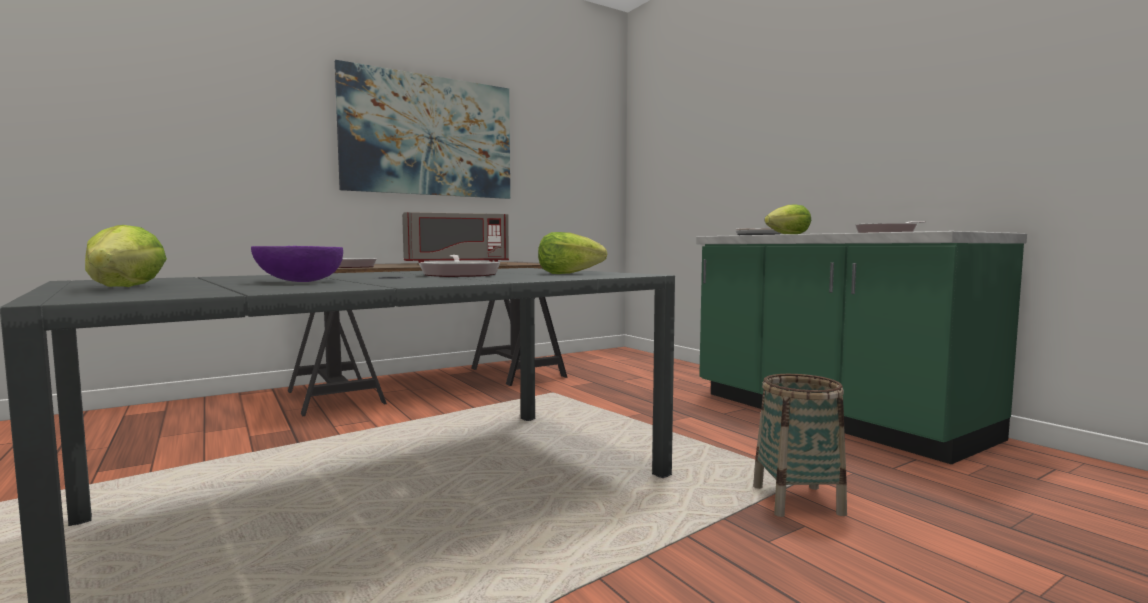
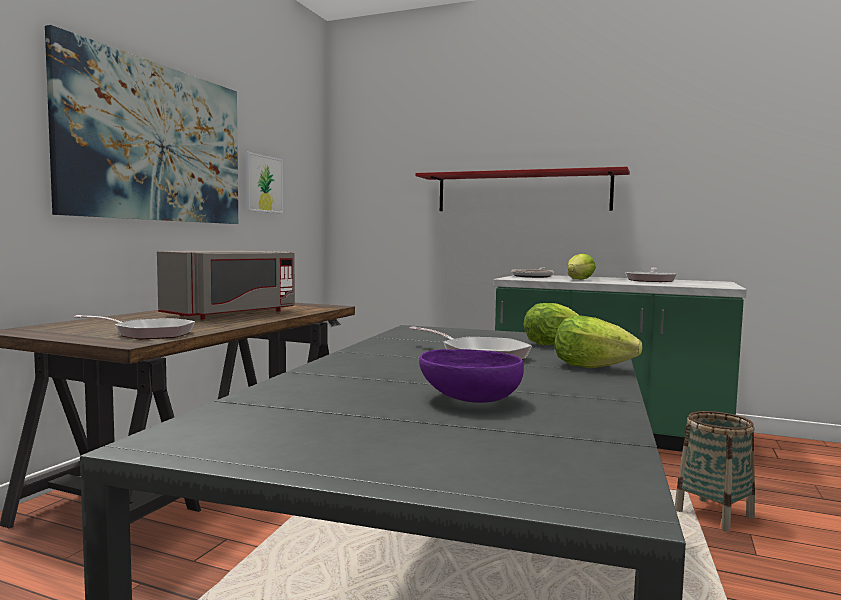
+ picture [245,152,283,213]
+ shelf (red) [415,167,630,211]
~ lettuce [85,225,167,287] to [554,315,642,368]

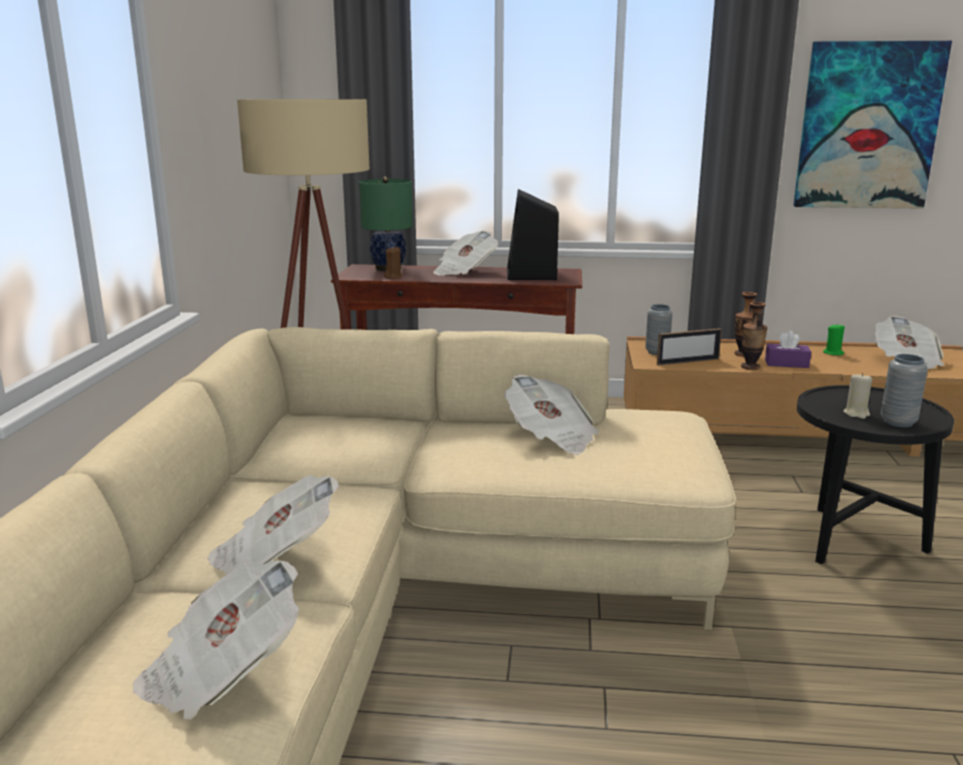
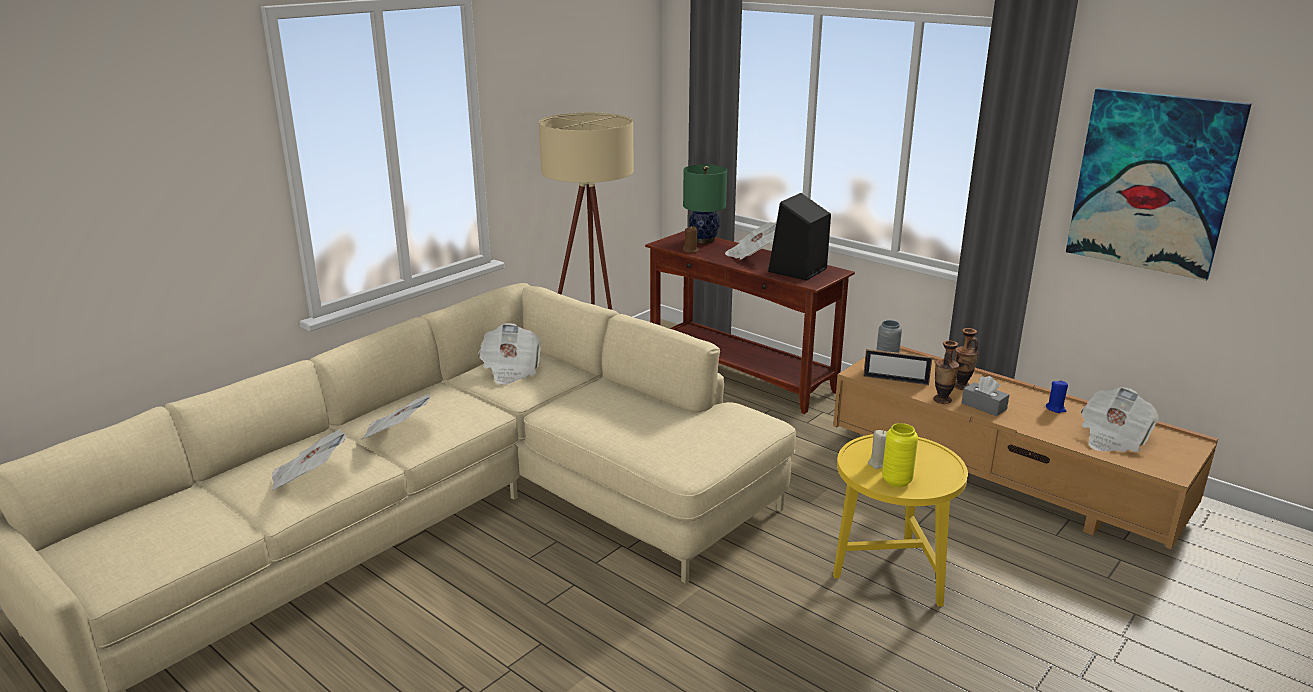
~ newspaper [505,375,599,455] to [478,323,542,385]
~ tissue box (purple) [765,331,811,368] to tissue box (grey) [962,376,1009,416]
~ side table (black) [797,385,954,564] to side table (yellow) [833,434,968,606]
~ candle (green) [823,323,845,356] to candle (blue) [1046,381,1068,413]
~ vase (grey) [881,354,928,427] to vase (yellow) [882,423,918,487]

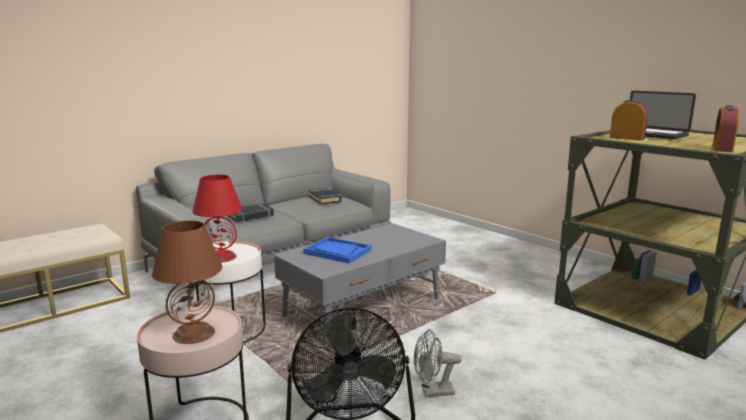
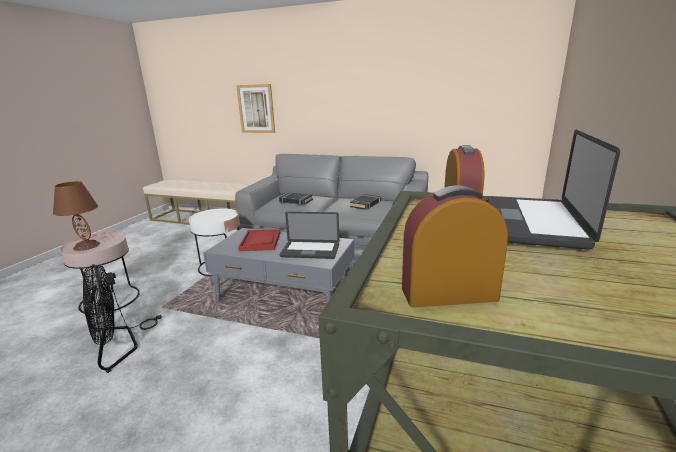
- table lamp (red) [192,175,242,263]
- fan (grey) [414,329,461,397]
+ picture [236,84,275,133]
+ laptop [280,212,339,259]
~ tray (blue) [303,237,372,263] to tray (red) [238,229,280,251]

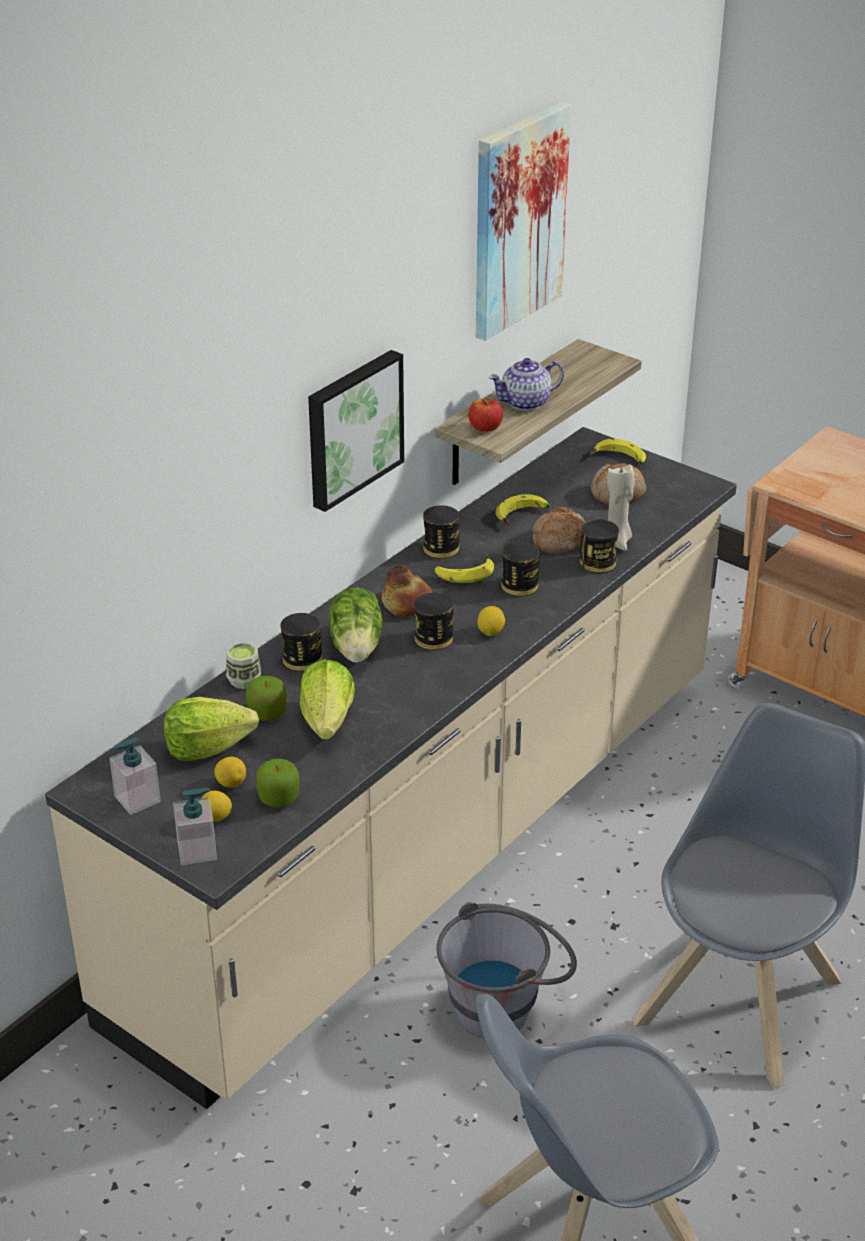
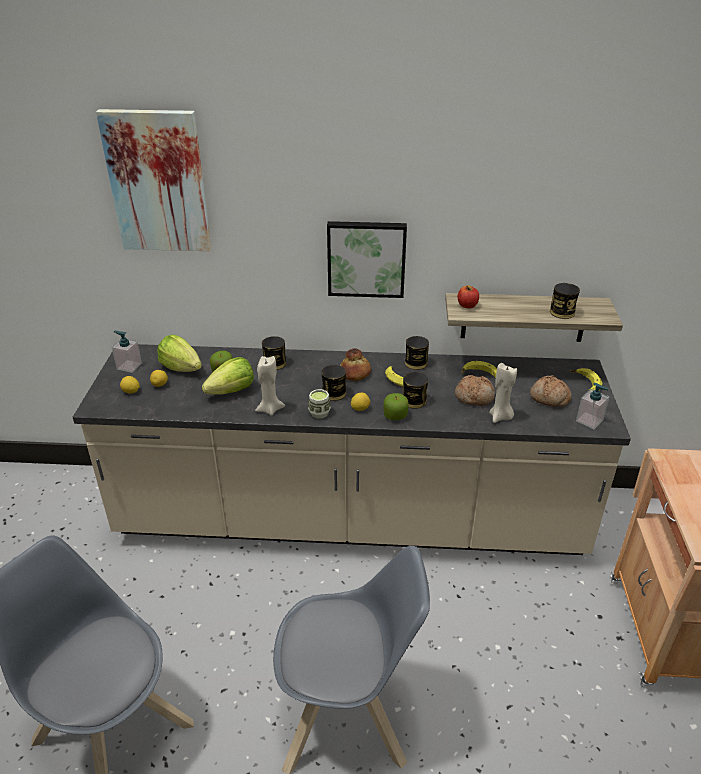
- lettuce [329,588,383,663]
- bucket (grey) [436,902,577,1038]
- teapot [489,358,564,411]
+ candle (beige) [255,356,285,416]
~ soap dispenser [173,788,217,865] to [576,383,609,429]
~ cup [226,642,261,689] to [308,389,331,419]
~ apple [256,758,300,807] to [384,393,409,420]
~ picture [476,102,571,341] to [96,109,211,251]
~ can [580,519,619,573] to [550,283,580,319]

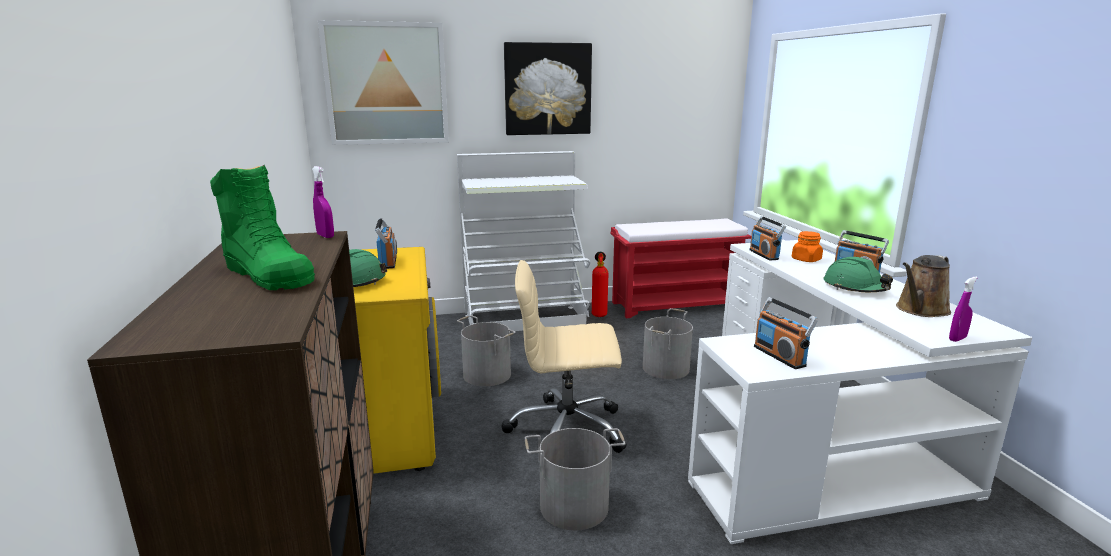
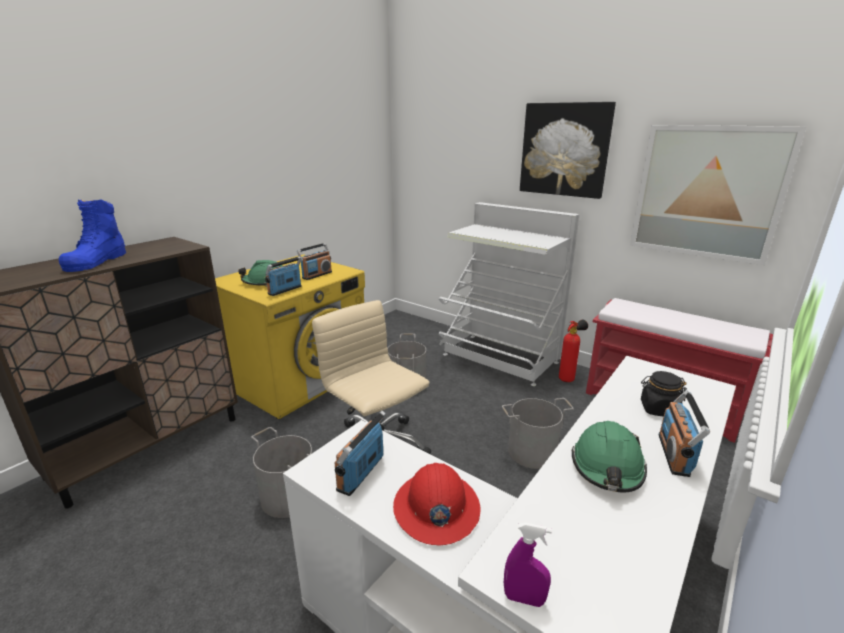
- spray bottle (purple) [312,166,334,238]
- watering can (brown) [896,255,951,317]
+ hard hat (red) [393,463,480,546]
~ picture [318,20,449,145] to [630,125,807,265]
~ radio [749,216,786,260] to [265,257,302,296]
~ boot (green) [210,165,315,290] to boot (blue) [59,199,126,272]
~ jar (orange) [792,231,823,262] to jar (black) [641,371,687,417]

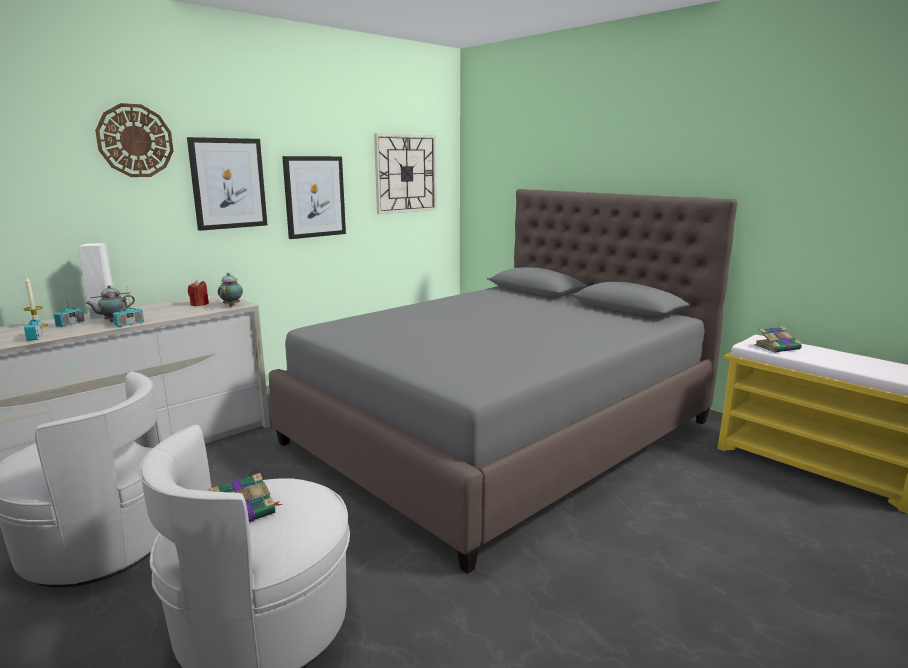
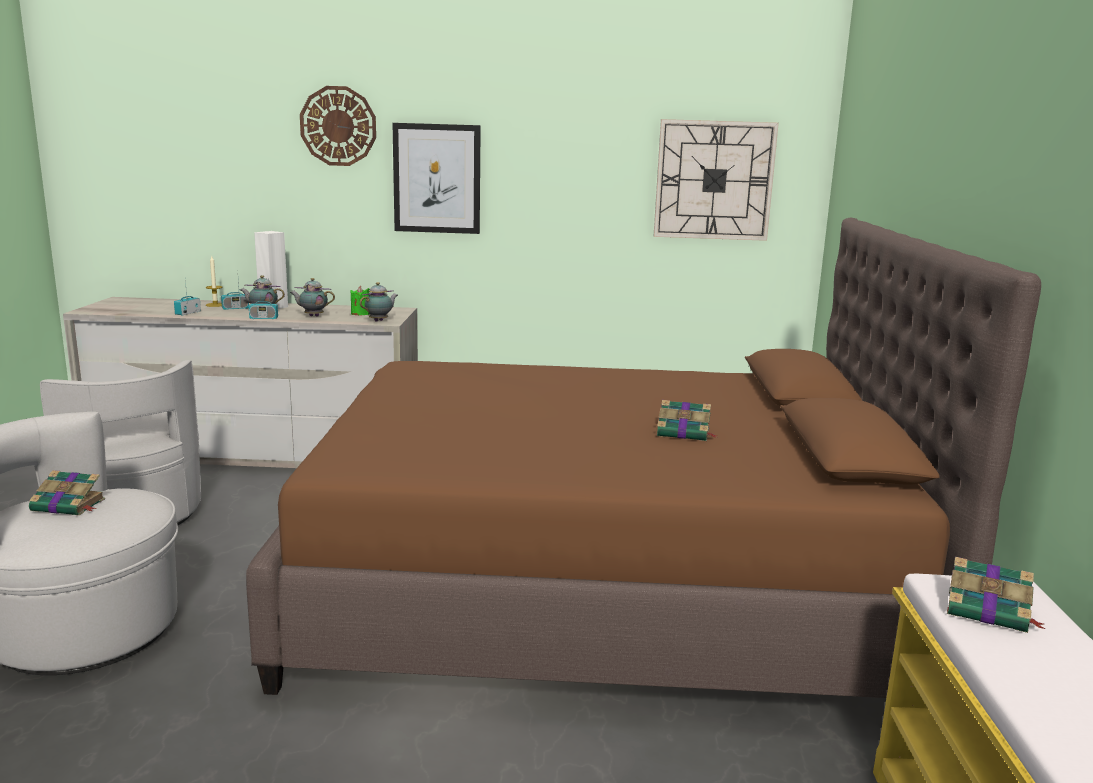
- picture [282,156,346,239]
+ teapot [290,278,335,317]
+ book [657,400,718,441]
~ candle (red) [188,280,209,306] to candle (green) [351,286,370,315]
~ bed (grey) [269,189,737,574] to bed (brown) [246,218,1041,698]

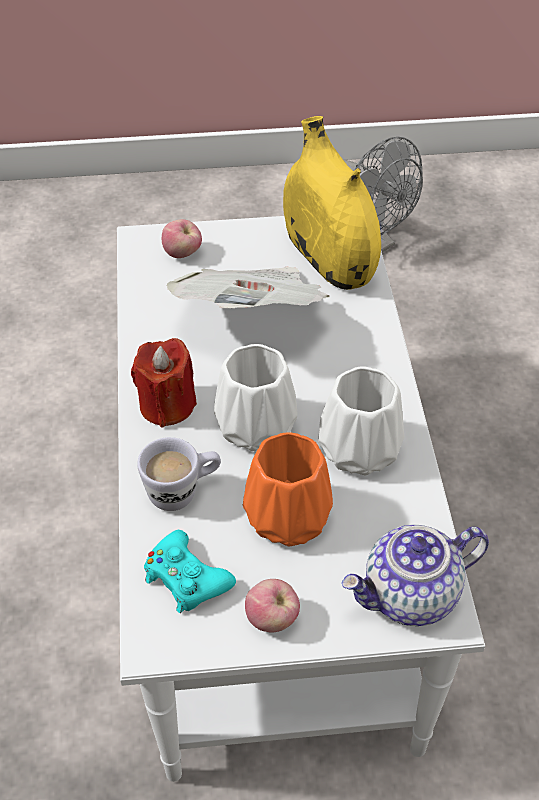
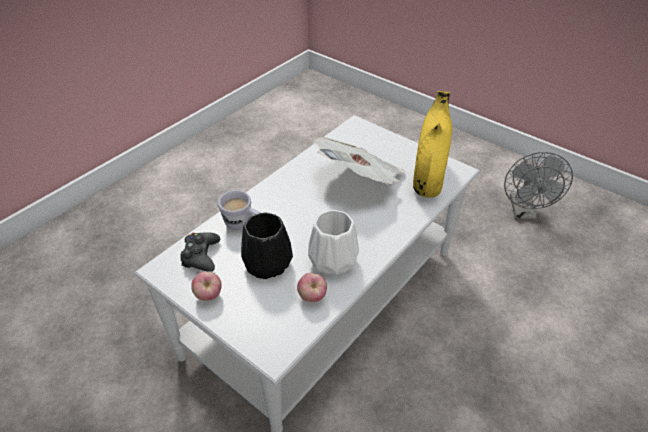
- candle (red) [131,338,197,428]
- vase (white) [214,344,297,451]
- teapot [341,525,489,626]
~ apple [162,219,202,258] to [297,273,327,302]
~ game controller (turquoise) [144,530,236,613] to game controller (black) [180,232,220,272]
~ vase (orange) [243,432,333,547] to vase (black) [241,213,293,279]

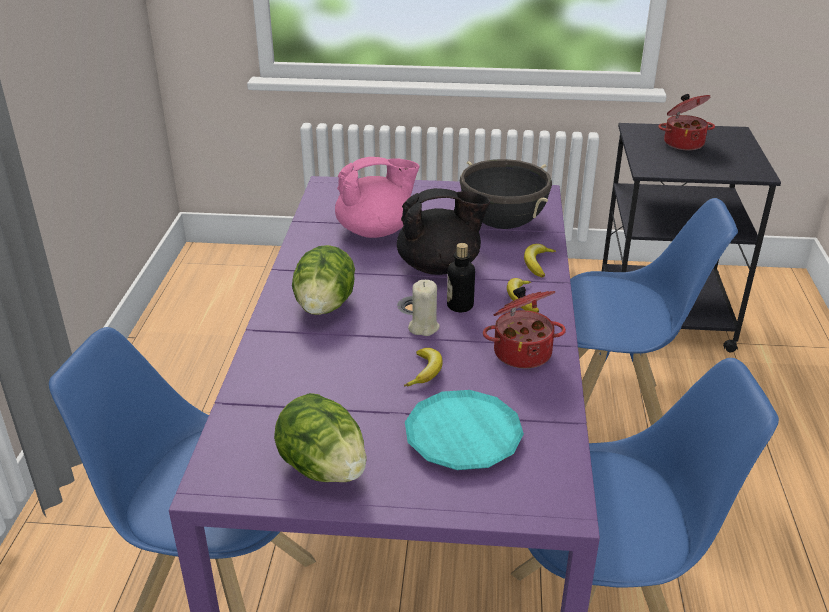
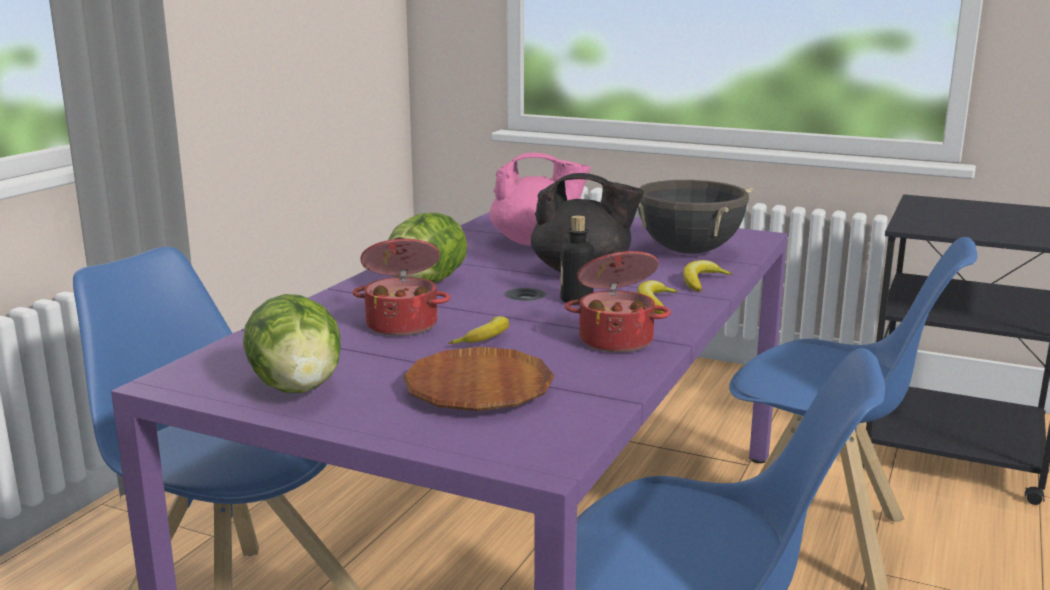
- candle (beige) [408,280,440,336]
~ cooking pot [658,94,715,150] to [352,237,450,336]
~ plate (turquoise) [405,390,524,470] to plate (brown) [403,347,555,411]

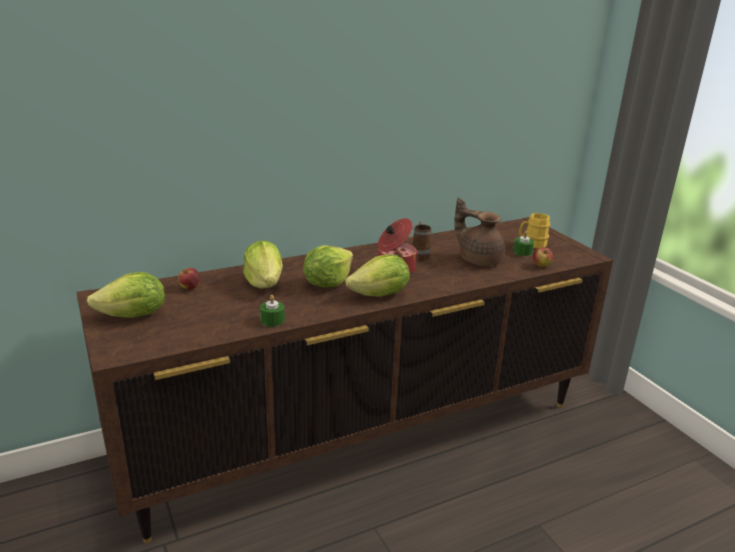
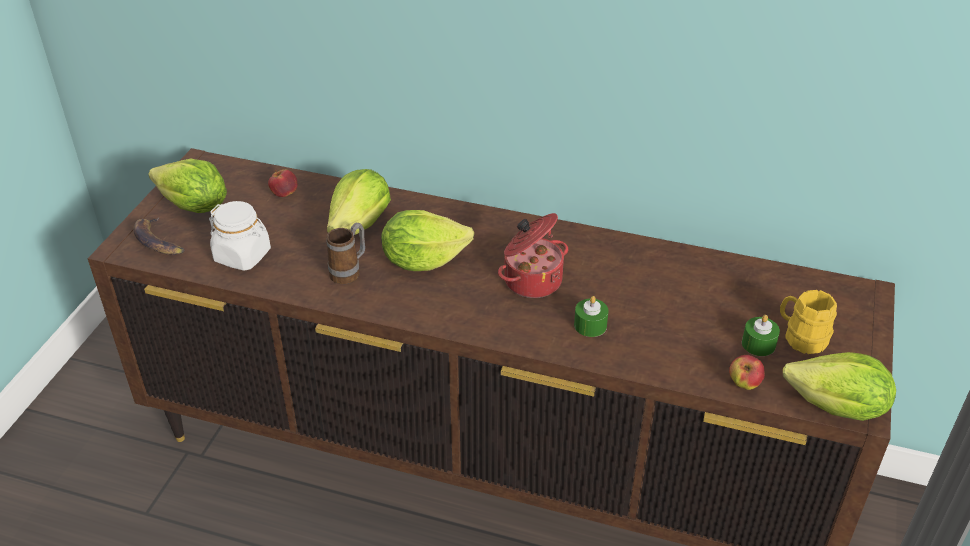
- teapot (brown) [454,197,505,266]
+ banana [133,217,185,255]
+ jar (white) [209,201,271,271]
~ candle (green) [260,295,285,327] to [574,296,609,337]
~ lettuce [345,254,410,297] to [783,352,896,421]
~ mug [412,221,431,261] to [326,222,365,284]

